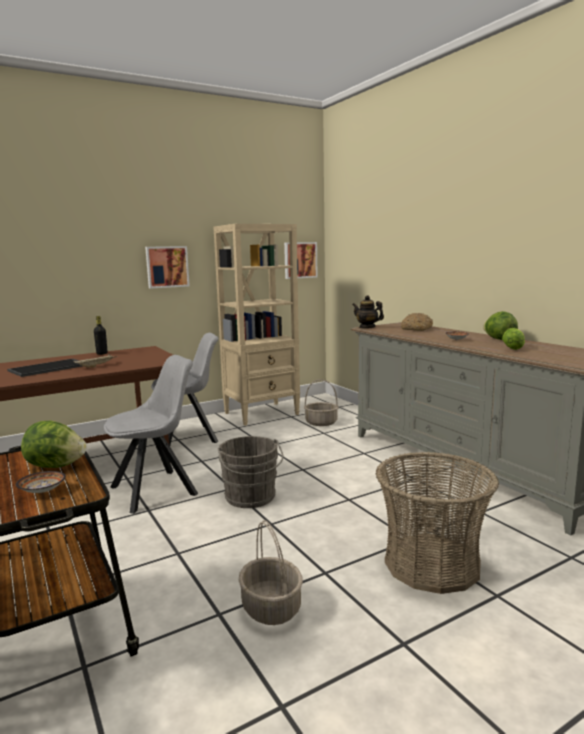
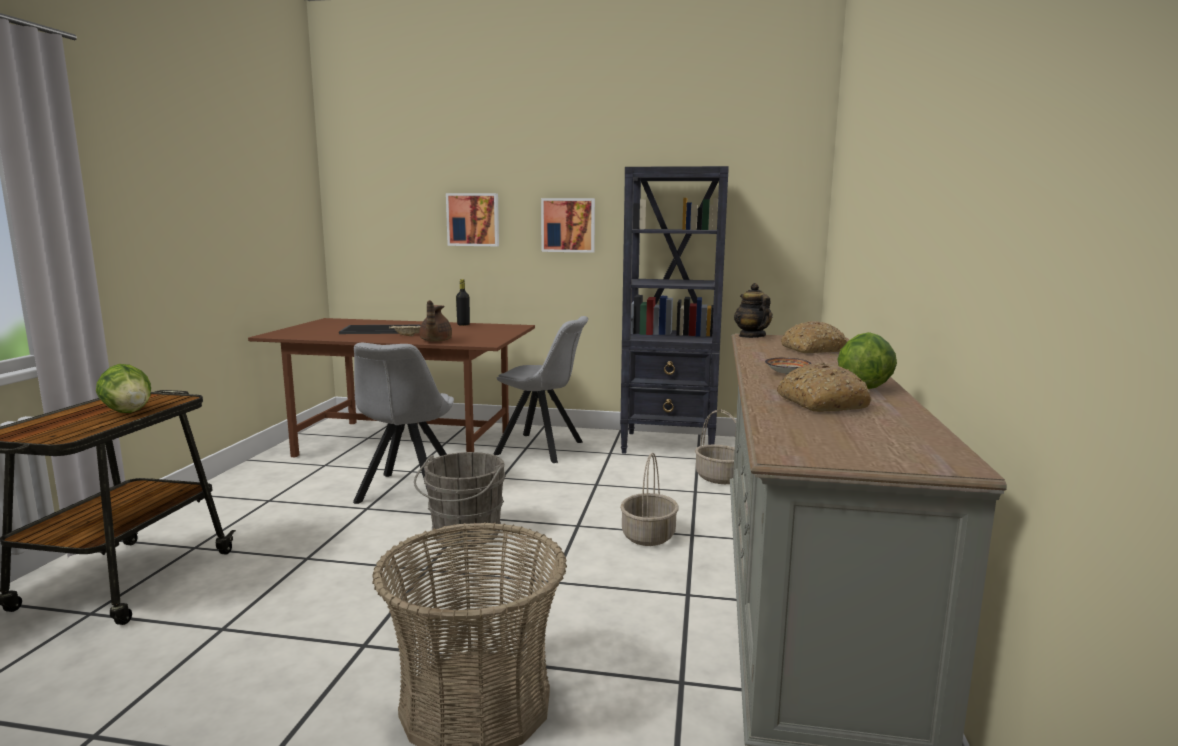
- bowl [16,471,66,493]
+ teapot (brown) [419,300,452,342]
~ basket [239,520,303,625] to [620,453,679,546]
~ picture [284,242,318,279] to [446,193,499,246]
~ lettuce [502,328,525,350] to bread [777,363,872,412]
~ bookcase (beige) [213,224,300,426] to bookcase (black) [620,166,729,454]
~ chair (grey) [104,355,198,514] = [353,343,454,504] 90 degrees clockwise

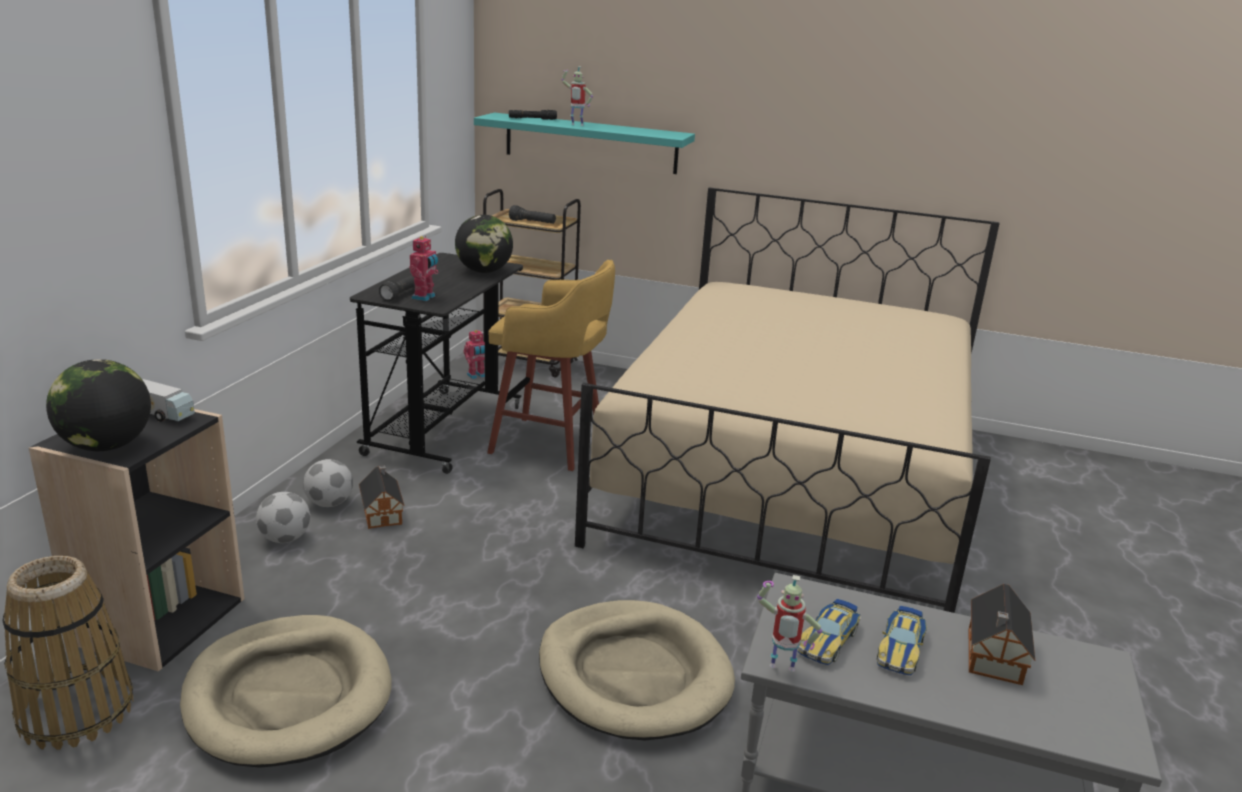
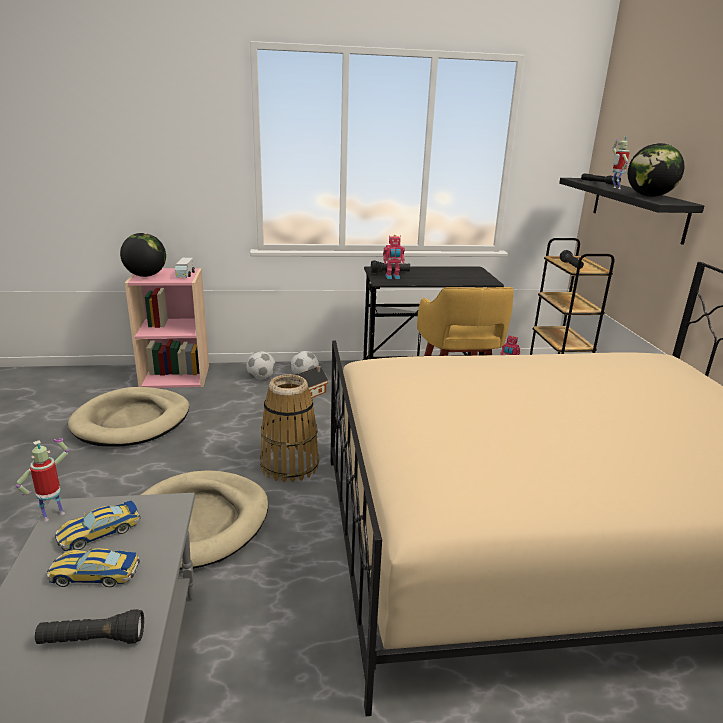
~ basket [3,556,133,750] to [260,374,319,482]
~ globe [455,215,513,273] to [628,143,684,197]
~ toy house [969,584,1035,685] to flashlight (black) [35,609,144,644]
~ bookcase (black) [29,409,245,671] to bookcase (pink) [125,268,209,388]
~ shelf (turquoise) [474,113,695,174] to shelf (black) [559,178,704,245]
~ toy robot [757,575,822,672] = [16,438,69,522] 60 degrees clockwise
~ toy car [798,599,860,665] = [55,500,140,551] 45 degrees counterclockwise

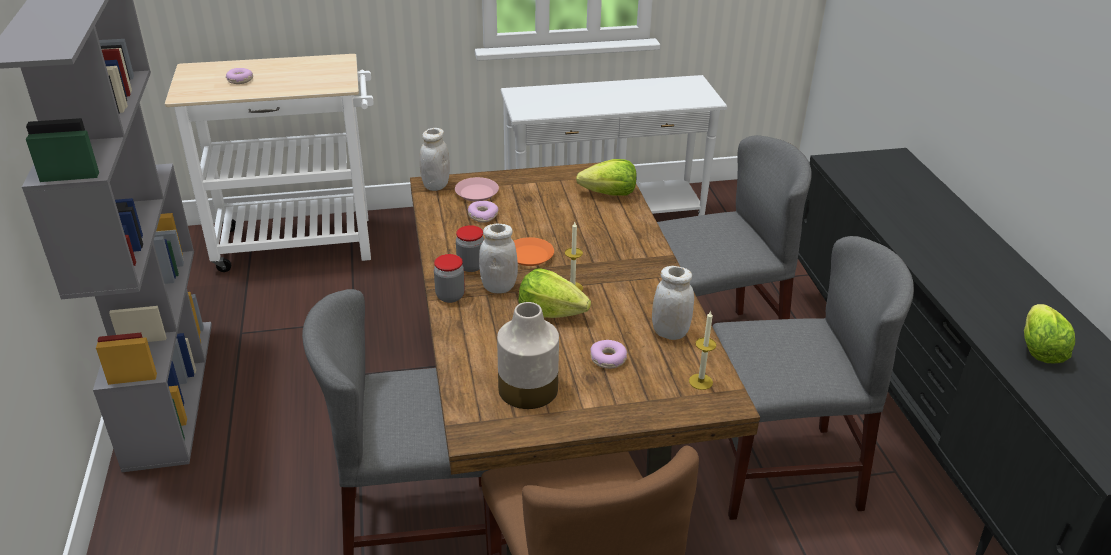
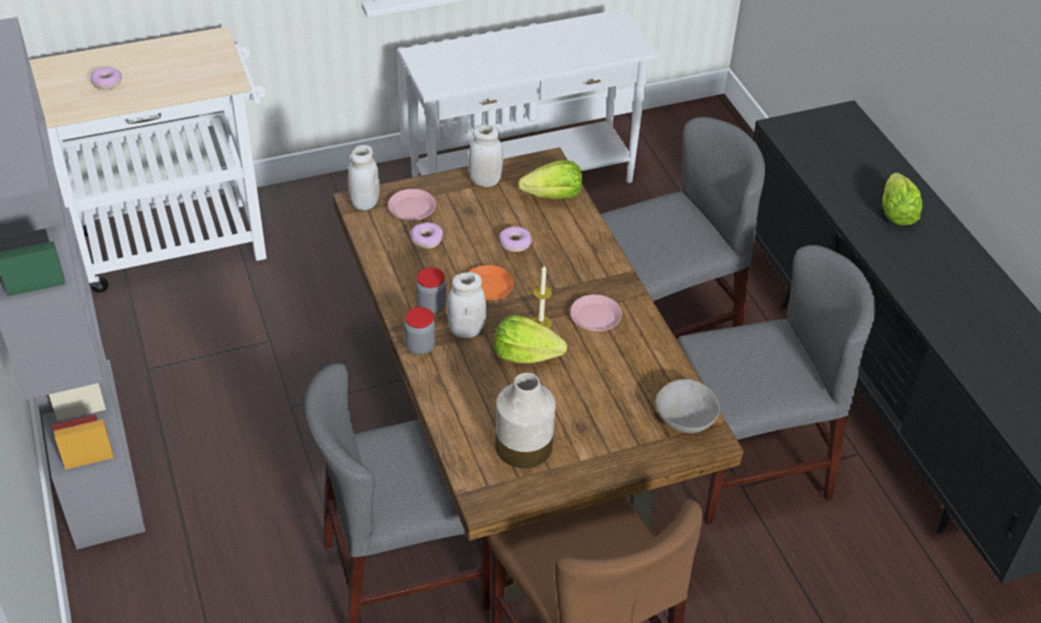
+ plate (pink) [570,294,622,331]
~ donut [590,340,627,369] to [499,226,532,252]
~ jar (white) [652,266,694,340] to [468,125,503,187]
~ lettuce [1024,304,1075,363] to [882,173,923,225]
~ candle [689,310,717,390] to bowl (grey) [655,379,720,433]

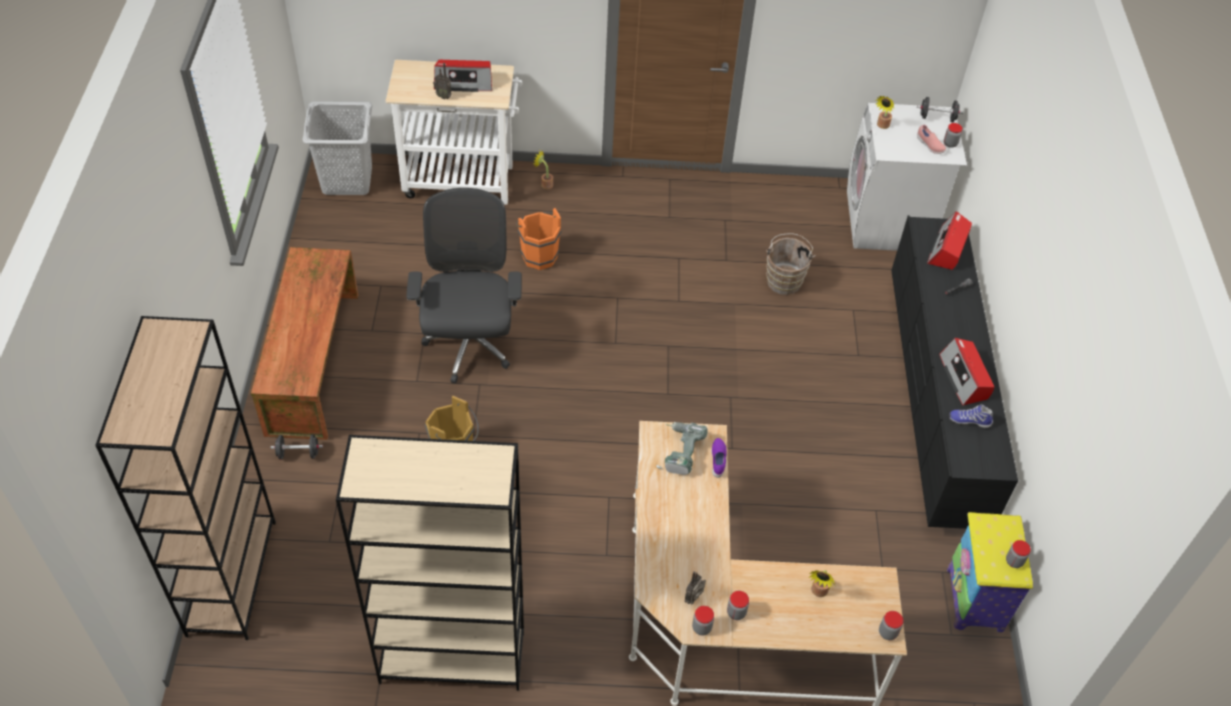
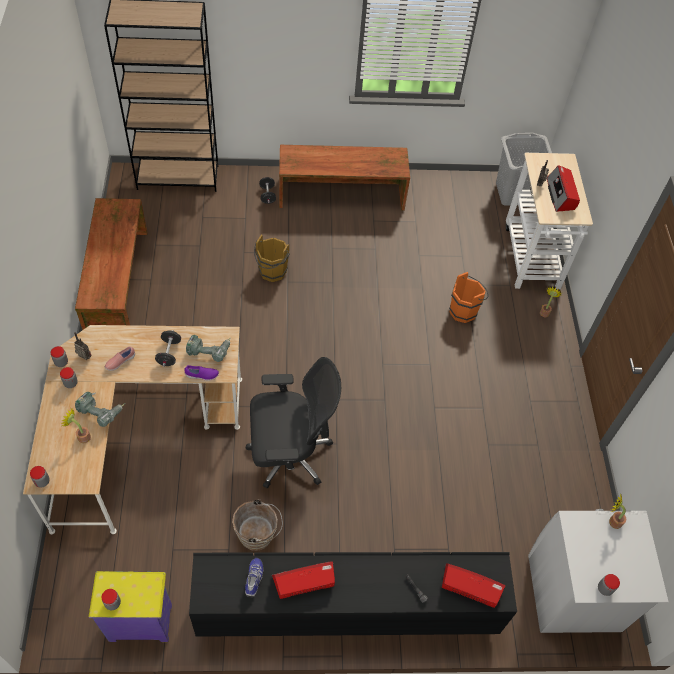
+ power drill [75,392,125,427]
~ office chair [406,188,522,383] to [245,357,341,488]
~ bucket (brown) [766,233,815,295] to [232,499,283,551]
~ dumbbell (black) [917,97,963,122] to [155,330,181,367]
~ shoe (pink) [917,125,946,154] to [105,347,135,371]
~ bookcase (beige) [336,435,524,691] to bench (brown) [75,198,147,330]

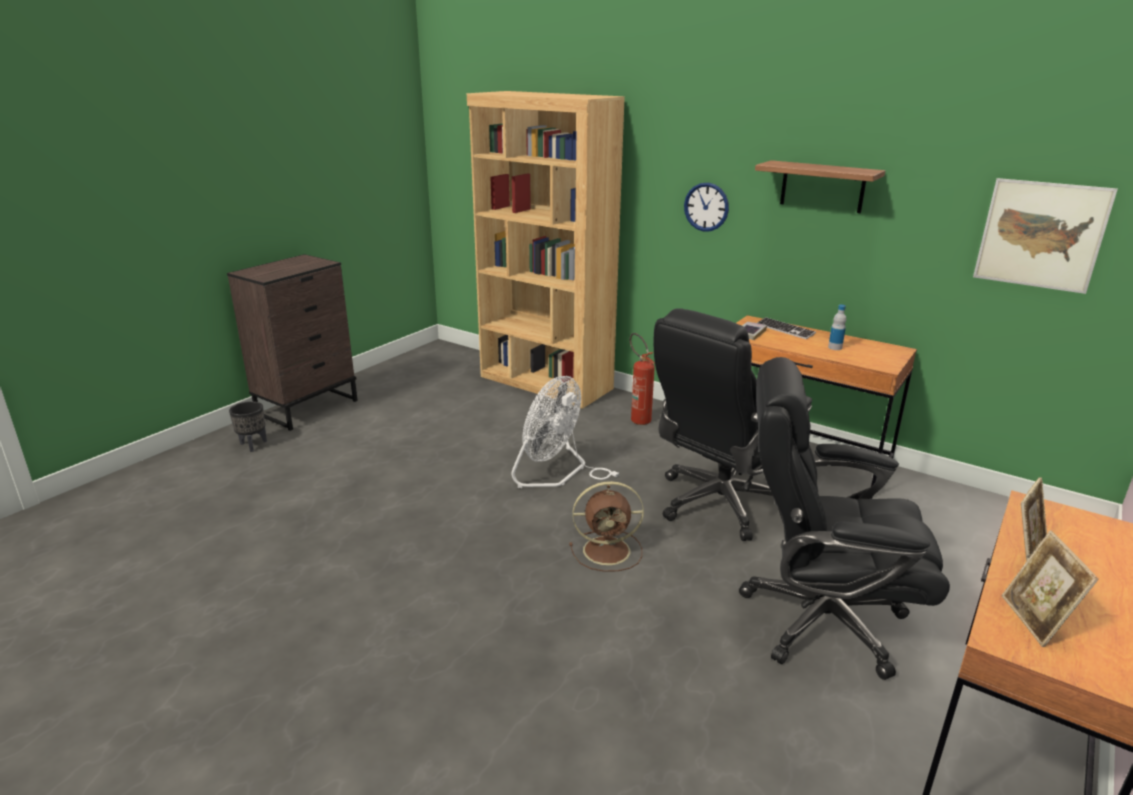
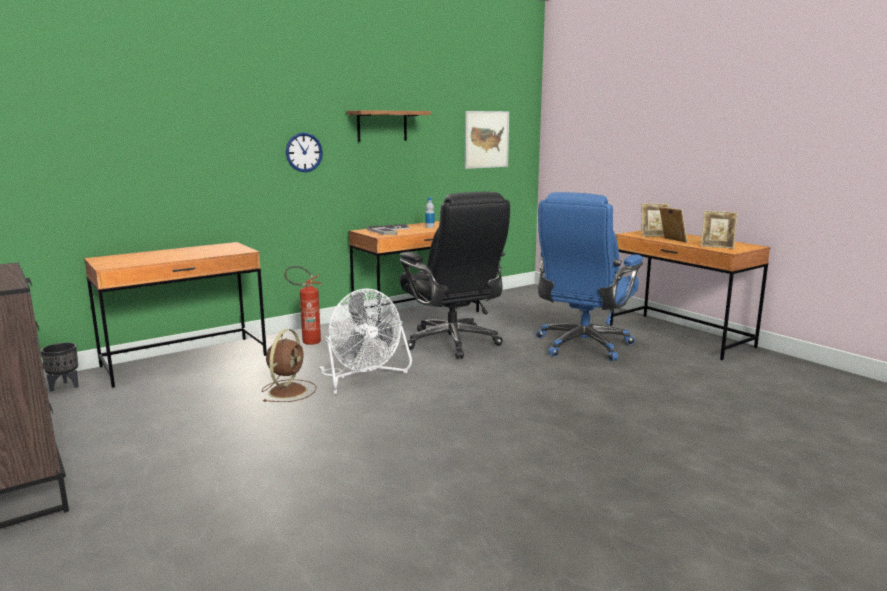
+ picture frame [641,203,669,237]
~ planter (black) [229,401,267,452] to [40,343,79,392]
~ fan (brown) [569,481,644,572] to [261,329,317,402]
~ bookcase (brown) [467,91,625,409] to desk (brown) [84,242,267,388]
~ office chair (black) [739,357,950,680] to office chair (blue) [536,192,643,361]
~ fan (white) [512,376,620,488] = [319,289,412,394] 90 degrees counterclockwise

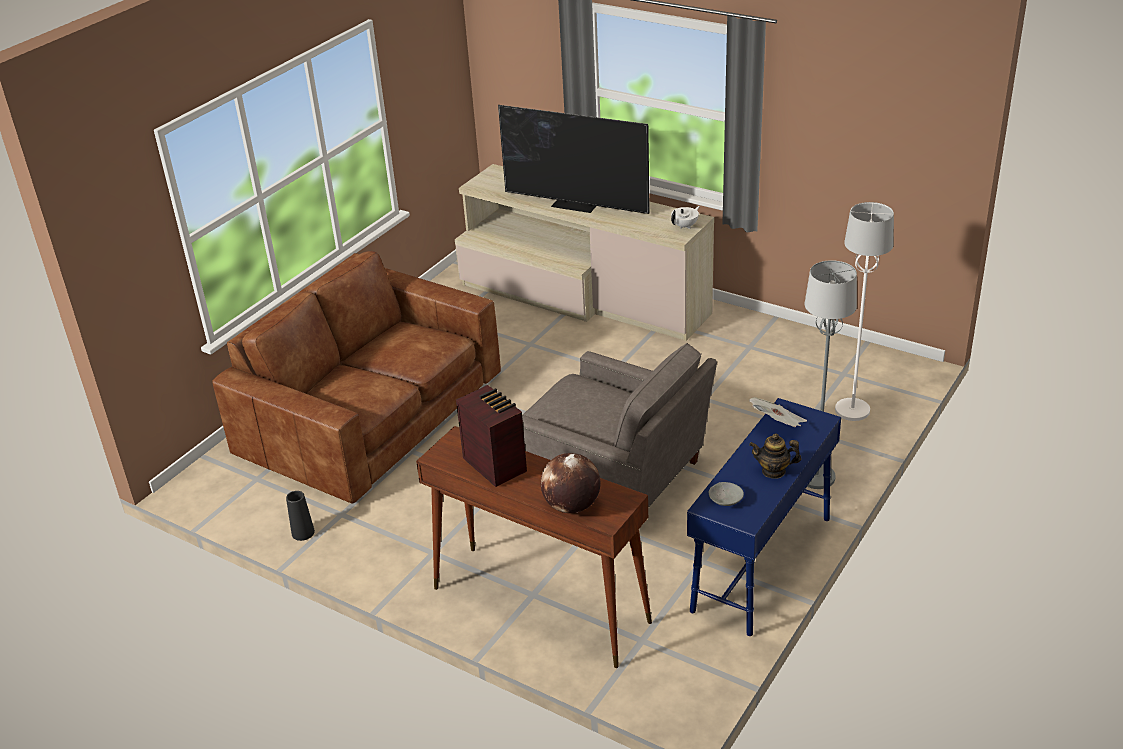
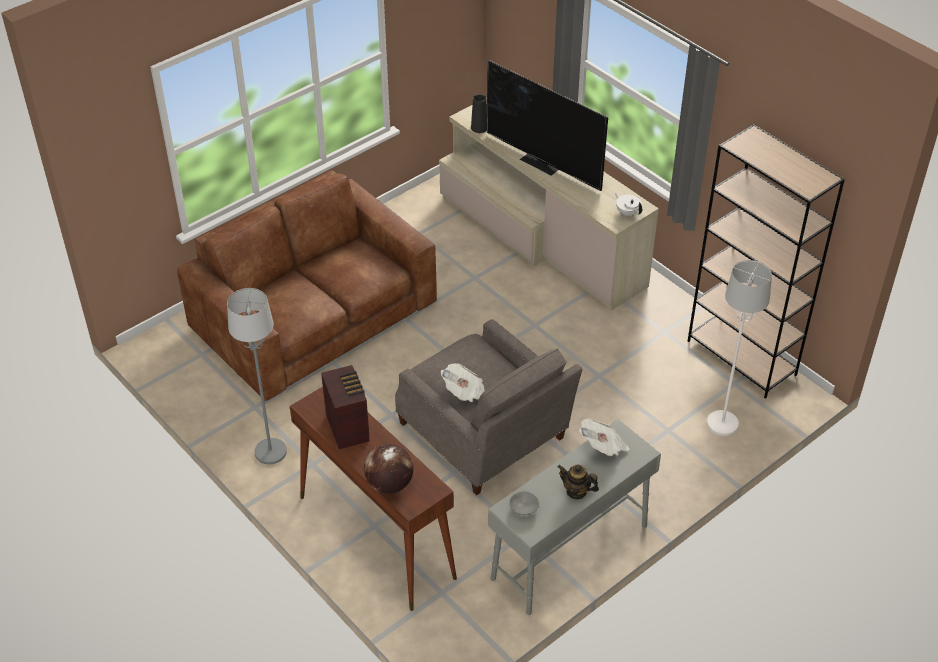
+ newspaper [441,363,485,402]
+ bookcase (beige) [688,124,845,399]
~ vase (black) [286,491,315,541] to [471,94,487,133]
~ floor lamp (grey) [805,260,857,489] to [227,288,287,464]
~ console table (blue) [687,398,841,636] to console table (grey) [488,420,661,615]
~ teapot (white) [671,206,700,229] = [614,193,642,216] 105 degrees counterclockwise

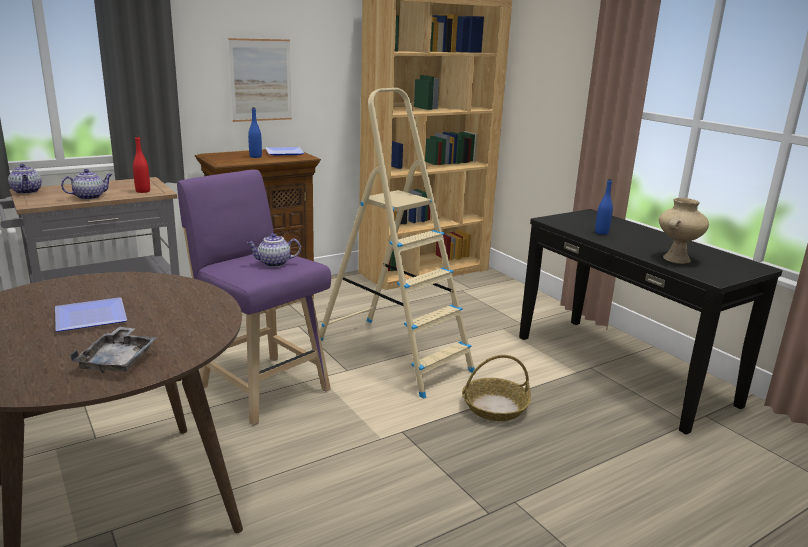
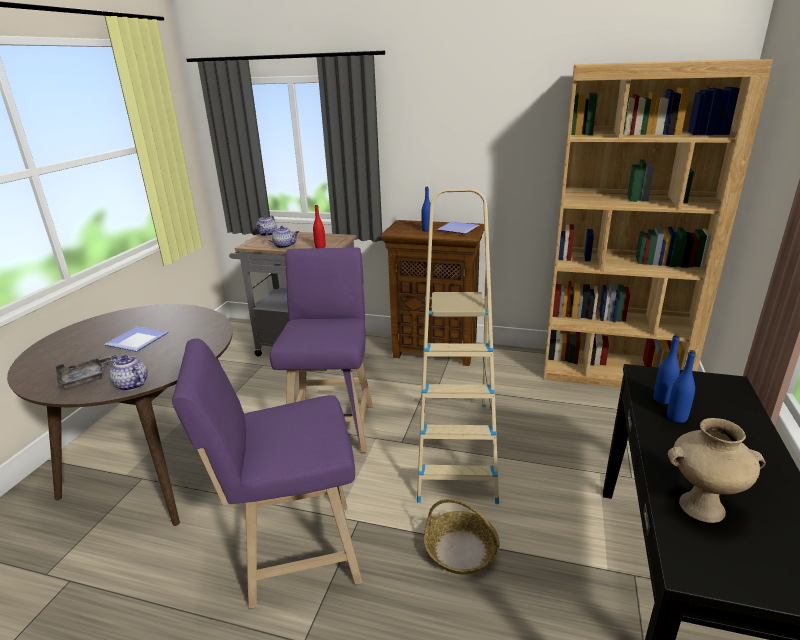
- picture [228,38,292,122]
+ stool (purple) [172,338,362,609]
+ bottle (blue) [654,334,680,404]
~ teapot [247,233,301,267] to [110,355,148,391]

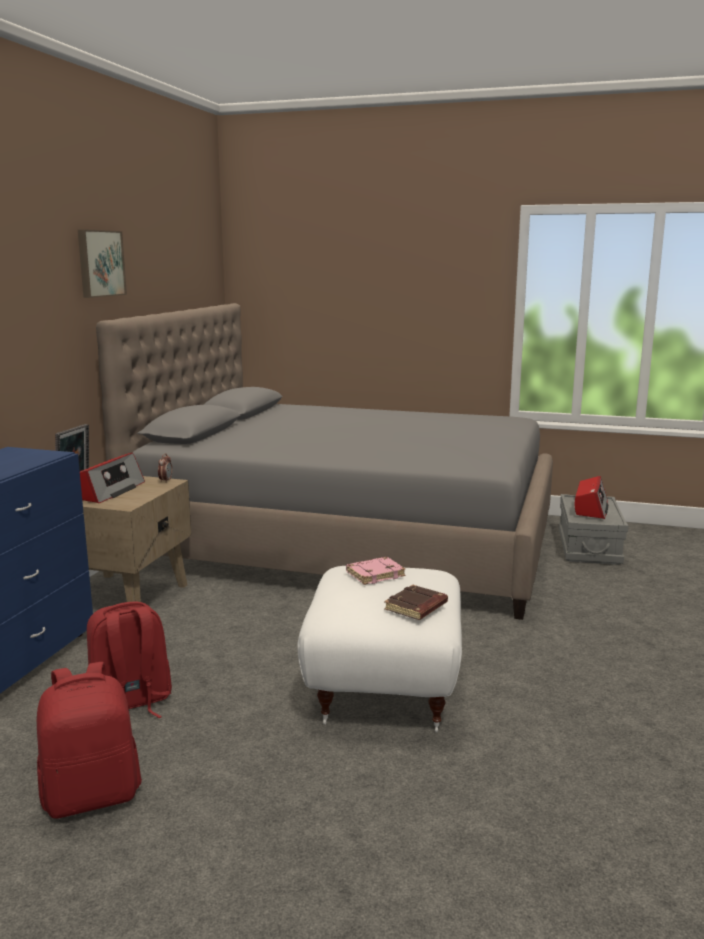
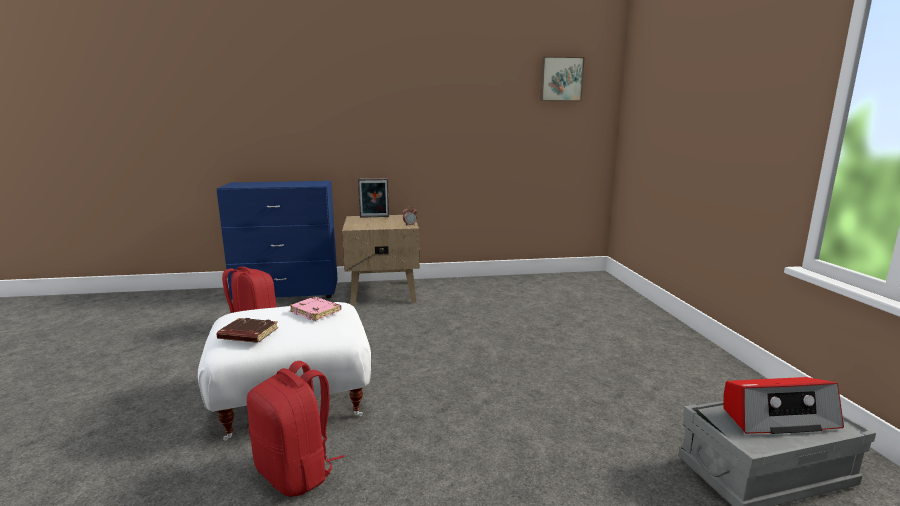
- radio [80,453,145,503]
- bed (grey) [96,303,553,620]
~ backpack (red) [37,662,142,819] to [247,361,344,497]
~ picture [78,230,127,298] to [540,56,585,101]

